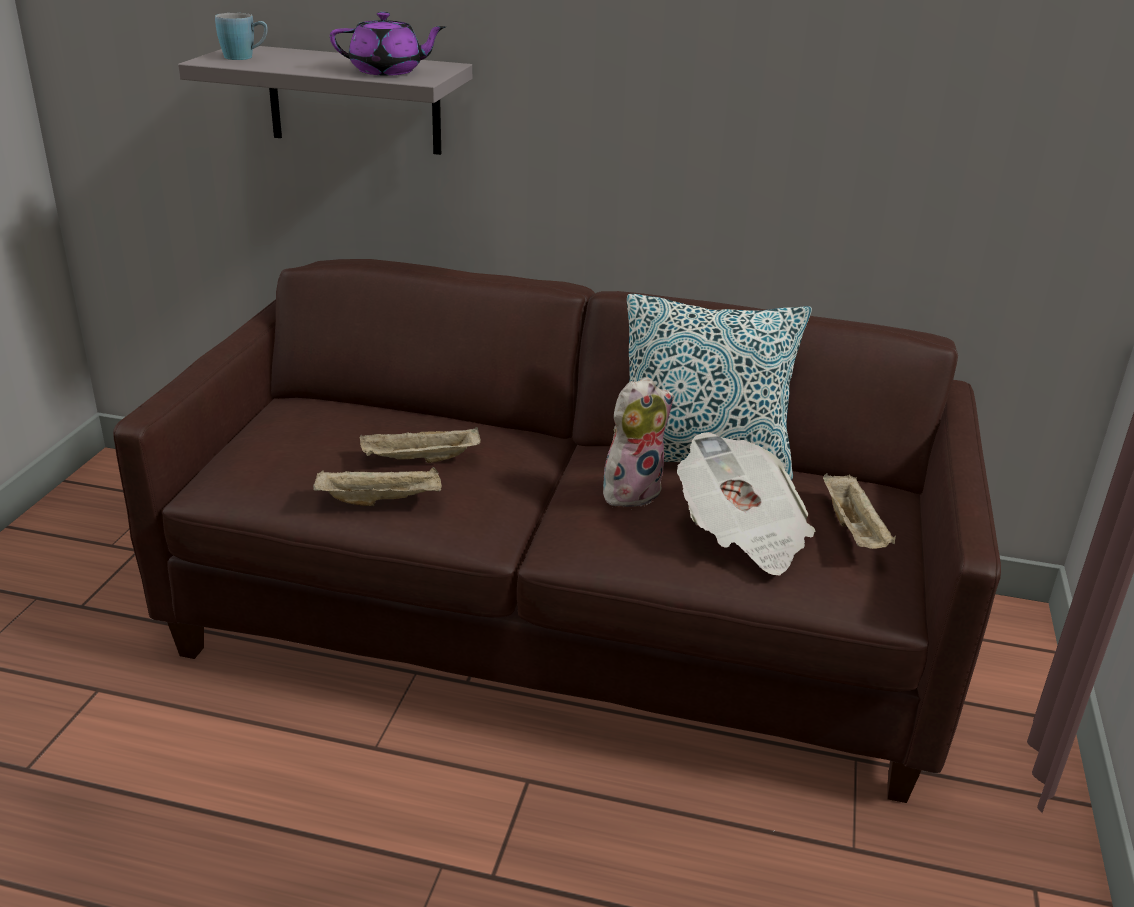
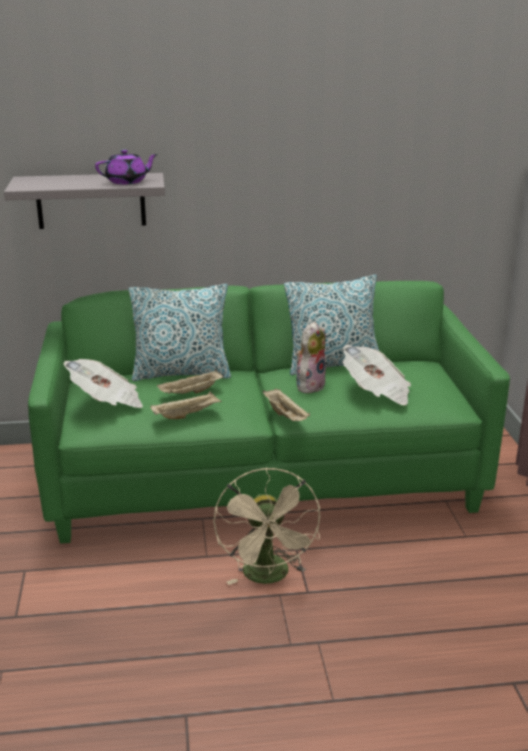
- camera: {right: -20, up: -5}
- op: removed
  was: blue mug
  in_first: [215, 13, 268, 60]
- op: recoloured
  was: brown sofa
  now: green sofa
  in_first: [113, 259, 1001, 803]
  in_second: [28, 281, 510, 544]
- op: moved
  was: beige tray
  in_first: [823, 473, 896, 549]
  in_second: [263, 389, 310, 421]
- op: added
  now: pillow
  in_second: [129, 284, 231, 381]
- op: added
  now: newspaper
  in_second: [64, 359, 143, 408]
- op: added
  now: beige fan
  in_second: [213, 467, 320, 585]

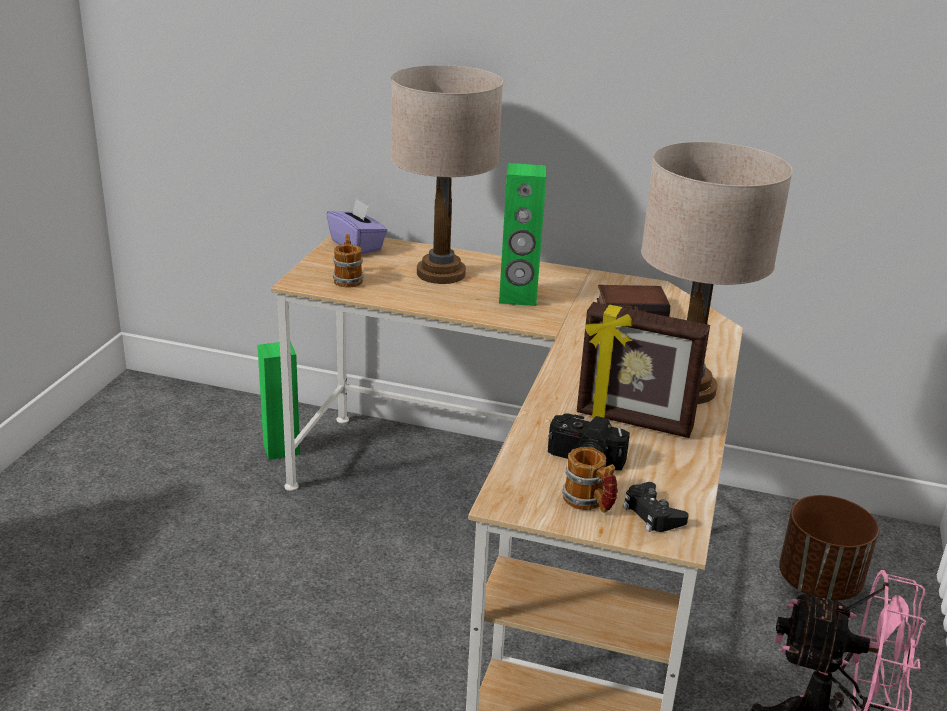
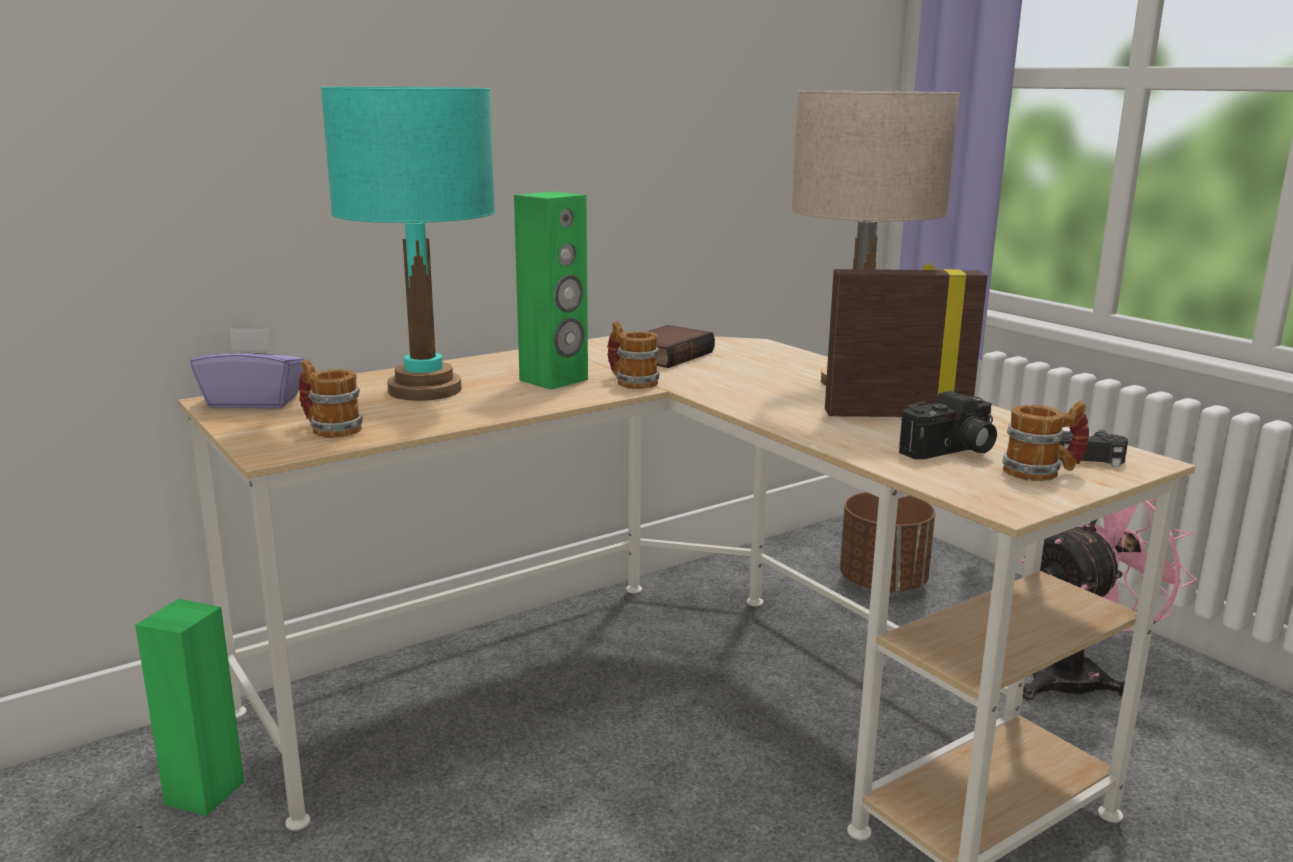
- camera: {right: -50, up: -10}
- op: recoloured
  was: beige table lamp
  now: turquoise table lamp
  in_first: [390, 65, 503, 284]
  in_second: [321, 87, 495, 401]
- op: turned
  was: picture frame
  in_first: [577, 302, 710, 438]
  in_second: [825, 263, 988, 417]
  clockwise: -150
- op: added
  now: mug
  in_second: [607, 321, 660, 389]

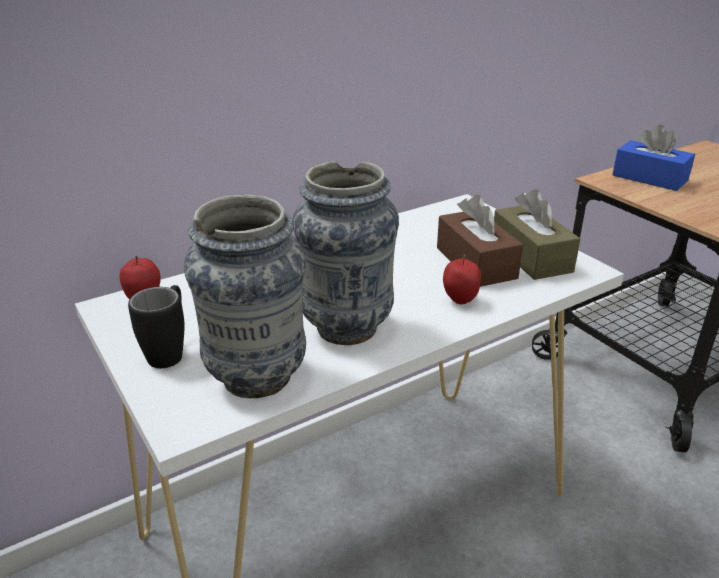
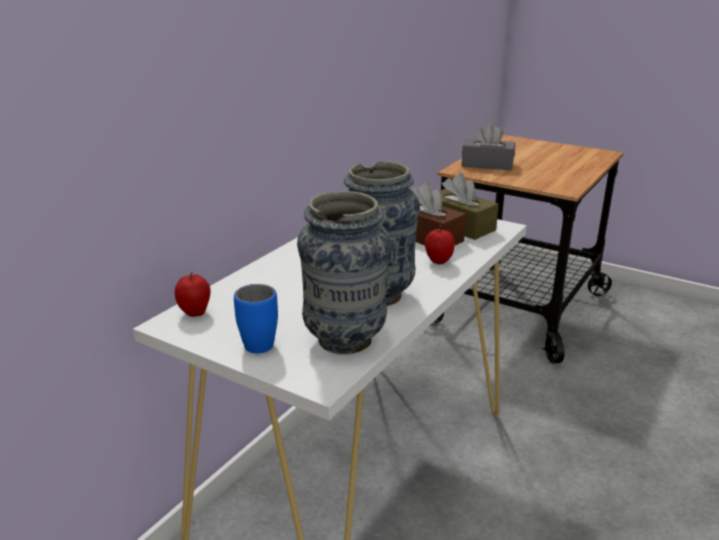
- camera: {right: -25, up: -5}
- op: recoloured
  was: blue tissue box
  now: grey tissue box
  in_first: [612, 124, 695, 191]
  in_second: [461, 123, 515, 170]
- op: recoloured
  was: black mug
  now: blue mug
  in_first: [128, 285, 185, 368]
  in_second: [234, 284, 278, 353]

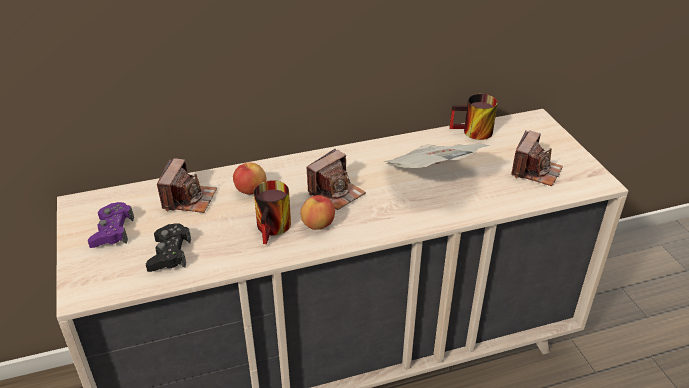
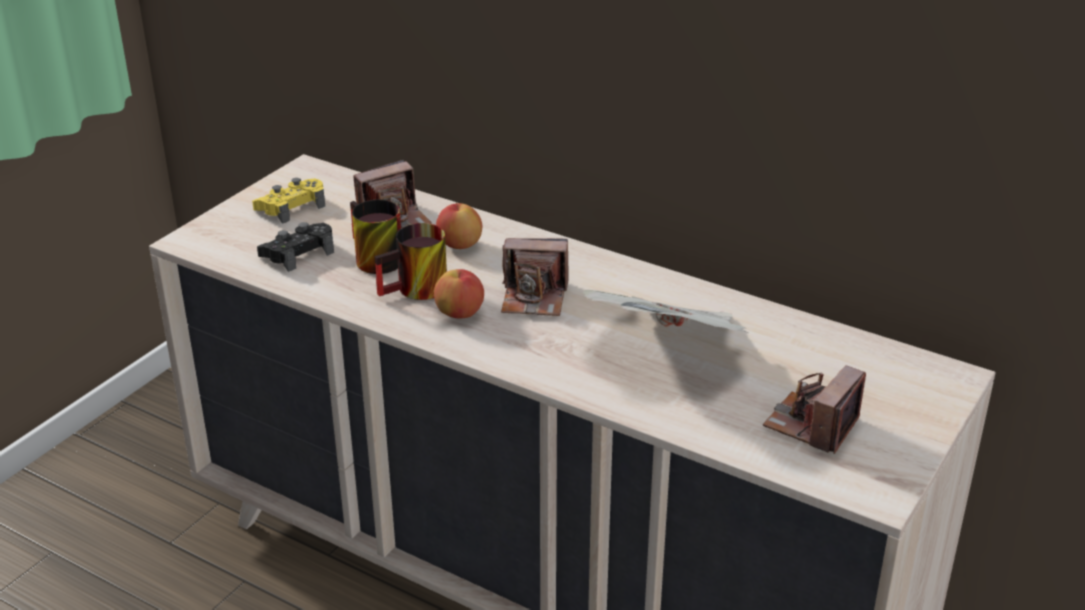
- camera: {right: 50, up: -5}
- op: moved
  was: mug
  in_first: [449, 94, 498, 140]
  in_second: [350, 200, 401, 274]
- op: turned
  was: photo camera
  in_first: [511, 130, 563, 186]
  in_second: [763, 366, 866, 454]
  clockwise: 135
- op: recoloured
  was: purple game controller
  now: yellow game controller
  in_first: [88, 202, 134, 248]
  in_second: [252, 178, 325, 224]

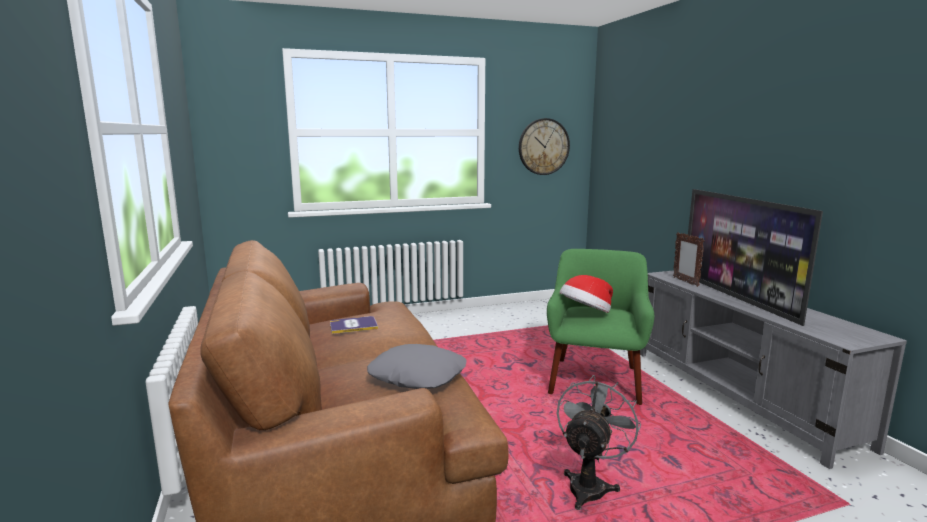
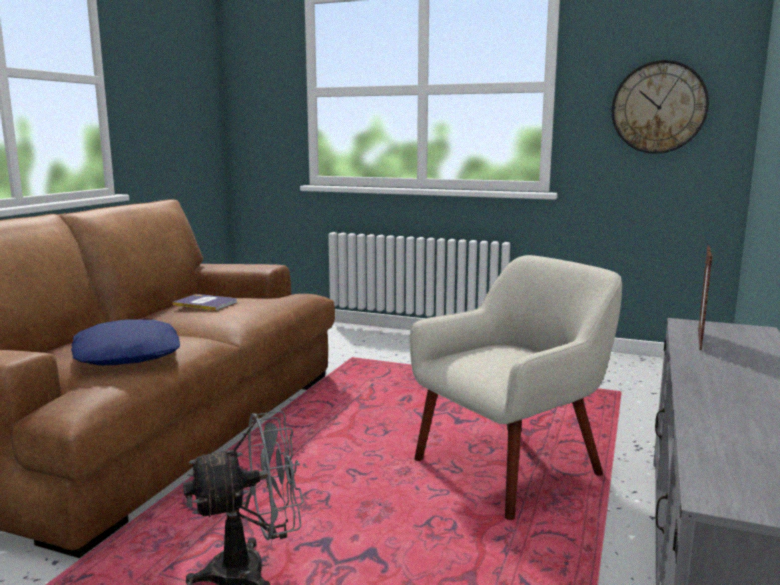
- camera: {right: 40, up: 0}
- op: removed
  was: television
  in_first: [688, 189, 823, 326]
- op: recoloured
  was: green armchair
  now: beige armchair
  in_first: [547, 249, 654, 405]
  in_second: [409, 255, 622, 520]
- op: removed
  was: hat
  in_first: [560, 275, 613, 313]
- op: recoloured
  was: grey pillow
  now: blue pillow
  in_first: [367, 344, 467, 389]
  in_second: [71, 319, 180, 366]

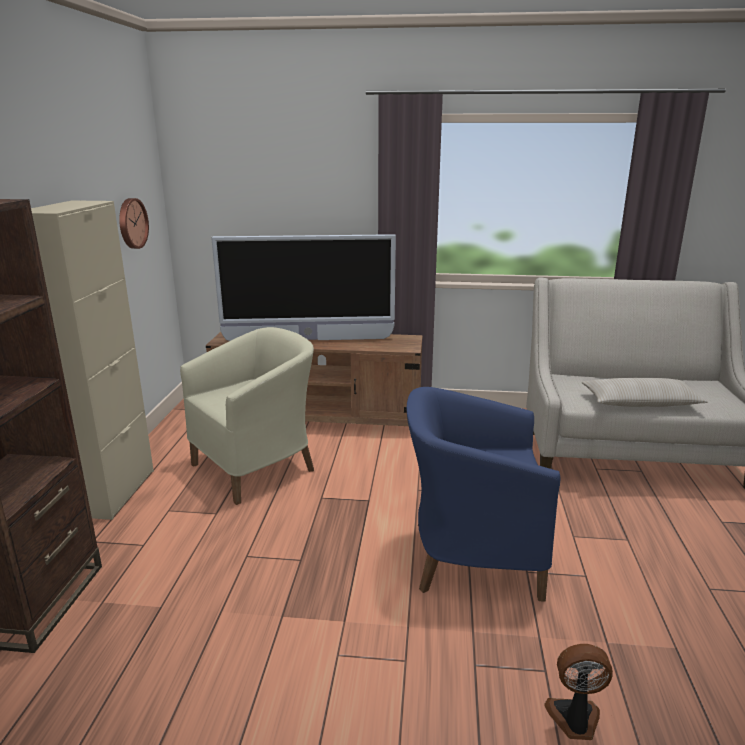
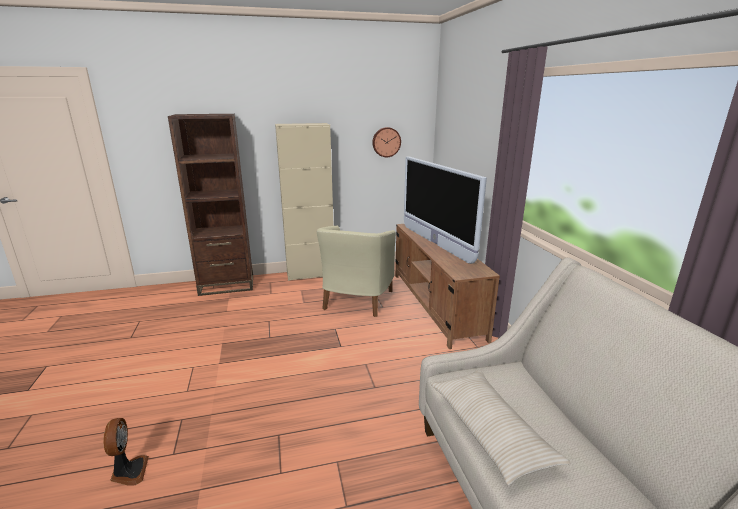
- camera: {right: 70, up: 0}
- op: turned
  was: beige armchair
  in_first: [180, 327, 314, 505]
  in_second: [317, 226, 396, 317]
  clockwise: 75
- op: removed
  was: blue armchair
  in_first: [407, 387, 561, 602]

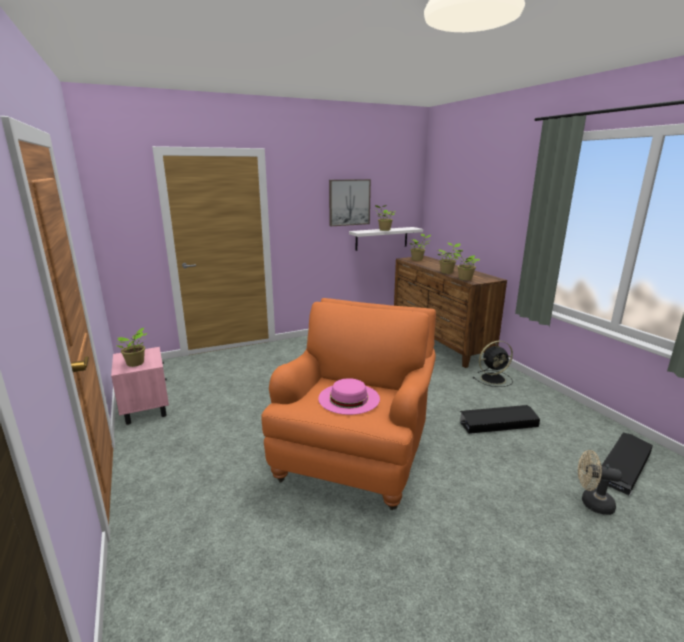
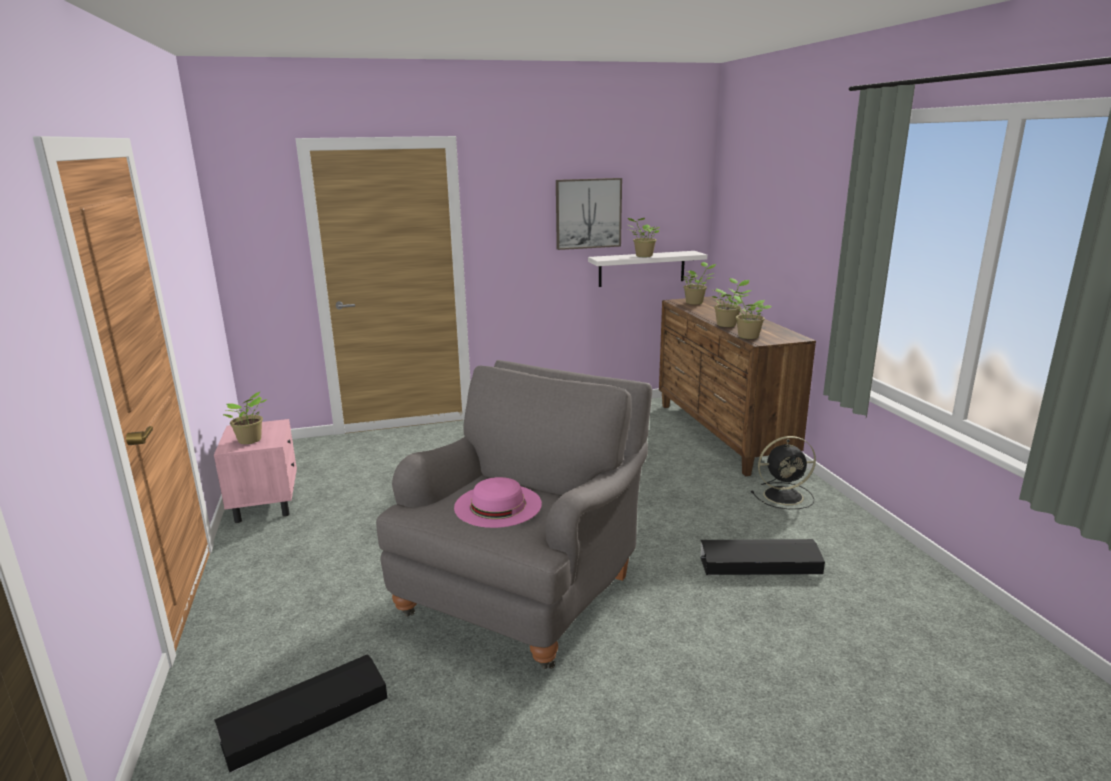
- camera: {right: 10, up: 0}
- op: recoloured
  was: orange armchair
  now: grey armchair
  in_first: [261, 298, 436, 510]
  in_second: [376, 360, 652, 669]
- op: moved
  was: black storage box
  in_first: [602, 433, 653, 496]
  in_second: [214, 654, 387, 773]
- op: removed
  was: beige fan
  in_first: [578, 450, 622, 515]

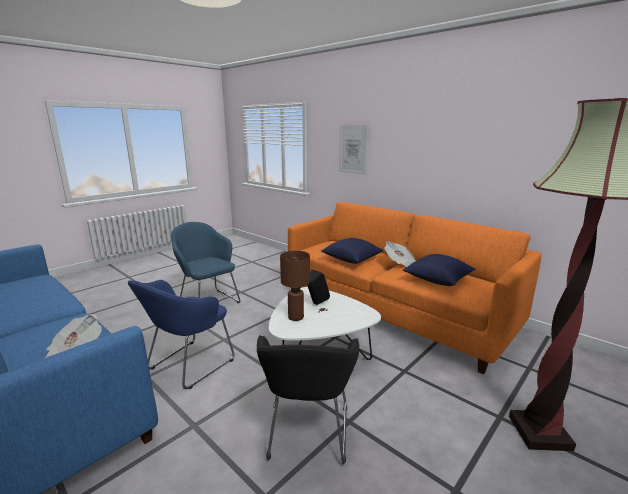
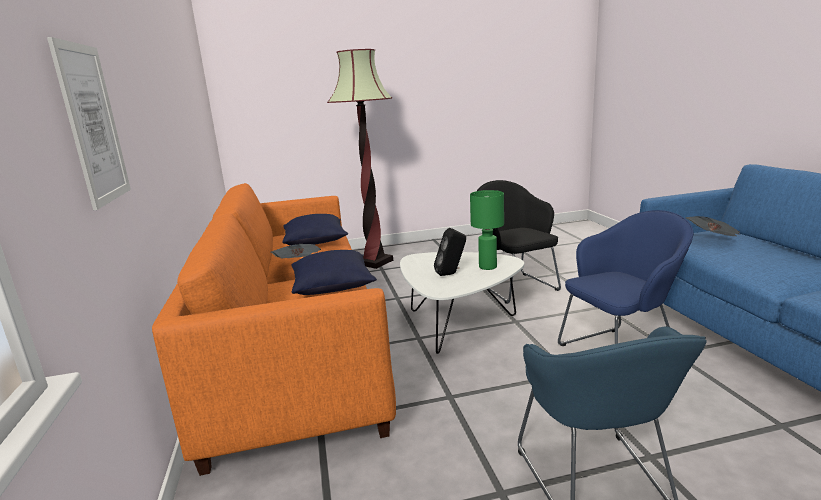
- camera: {right: -145, up: 0}
- op: recoloured
  was: brown table lamp
  now: green table lamp
  in_first: [280, 251, 310, 321]
  in_second: [470, 190, 504, 270]
- op: turned
  was: black armchair
  in_first: [257, 336, 359, 464]
  in_second: [477, 180, 561, 304]
  clockwise: -60

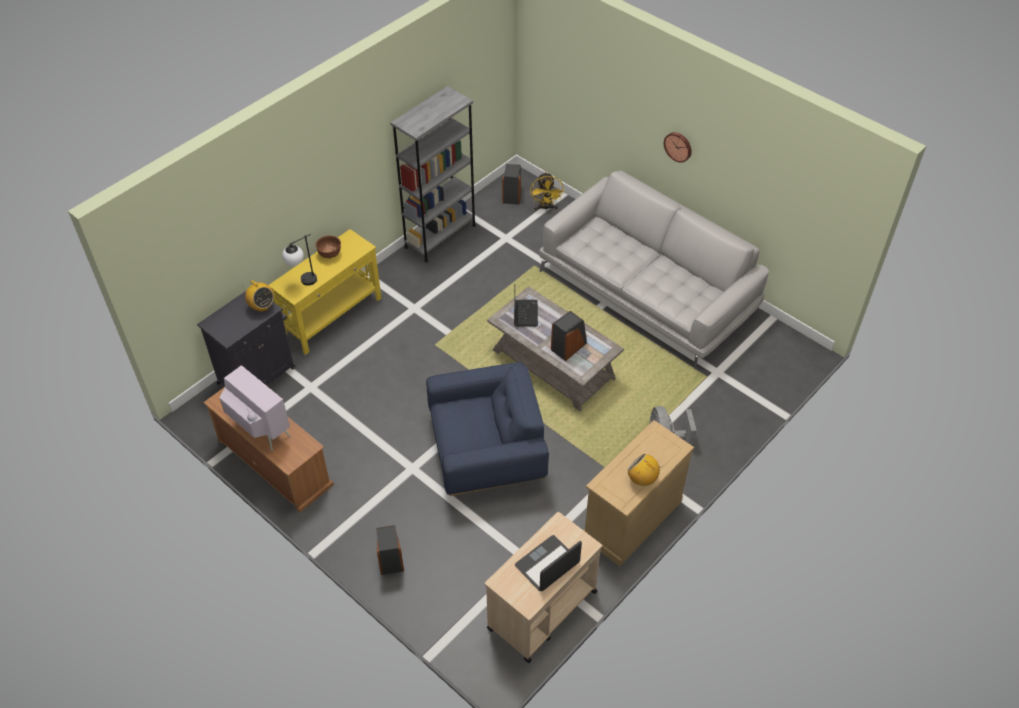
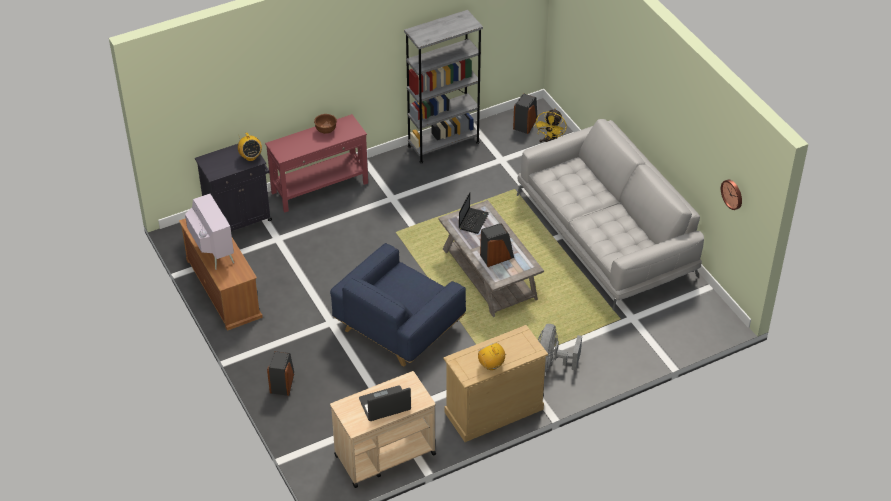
- camera: {right: 20, up: -5}
- op: moved
  was: wall clock
  in_first: [664, 132, 692, 163]
  in_second: [721, 180, 742, 210]
- op: recoloured
  was: yellow console table
  now: red console table
  in_first: [268, 229, 382, 355]
  in_second: [265, 114, 368, 213]
- op: removed
  was: table lamp
  in_first: [282, 234, 317, 286]
- op: turned
  was: blue armchair
  in_first: [426, 362, 549, 496]
  in_second: [330, 243, 466, 367]
  clockwise: 120

